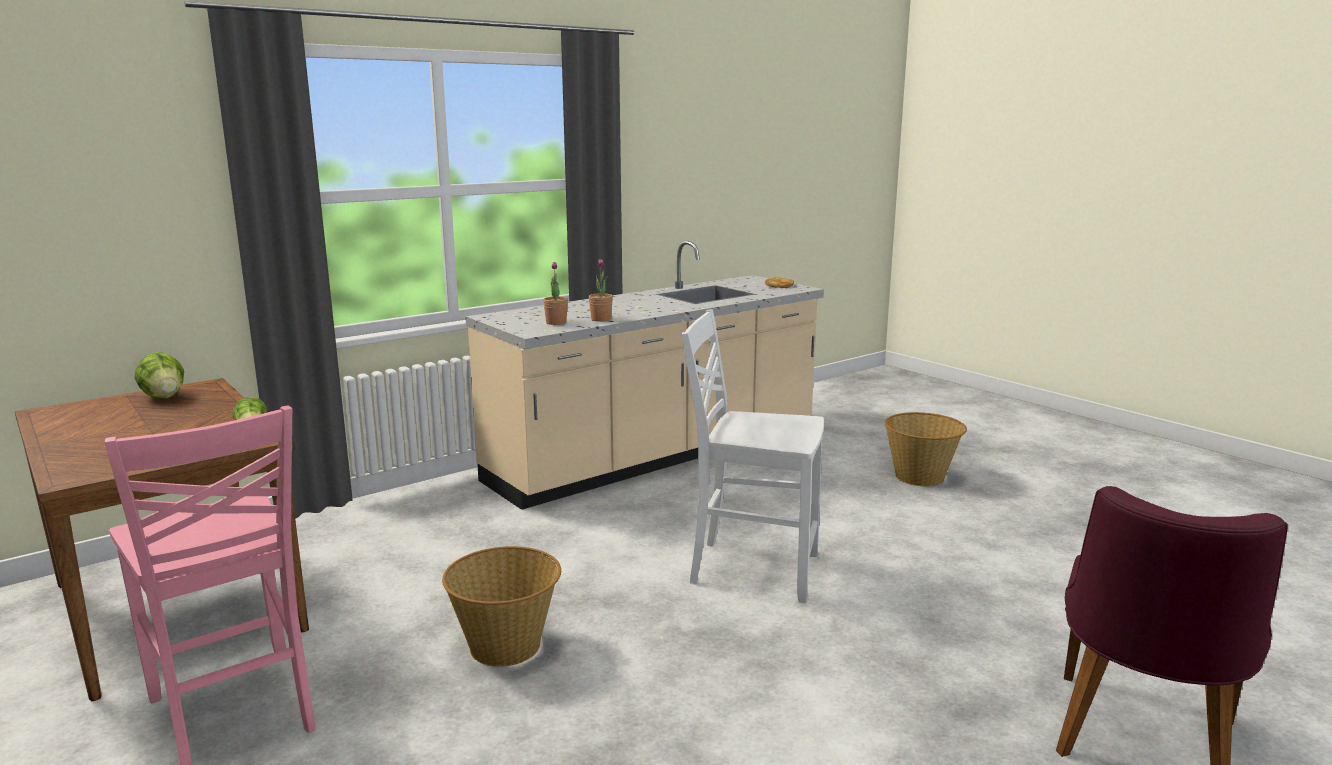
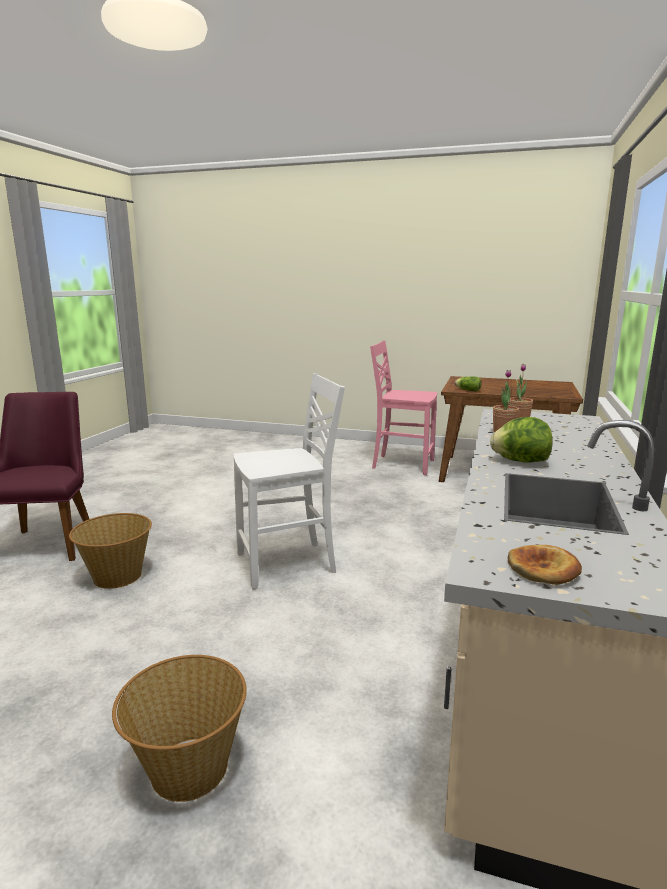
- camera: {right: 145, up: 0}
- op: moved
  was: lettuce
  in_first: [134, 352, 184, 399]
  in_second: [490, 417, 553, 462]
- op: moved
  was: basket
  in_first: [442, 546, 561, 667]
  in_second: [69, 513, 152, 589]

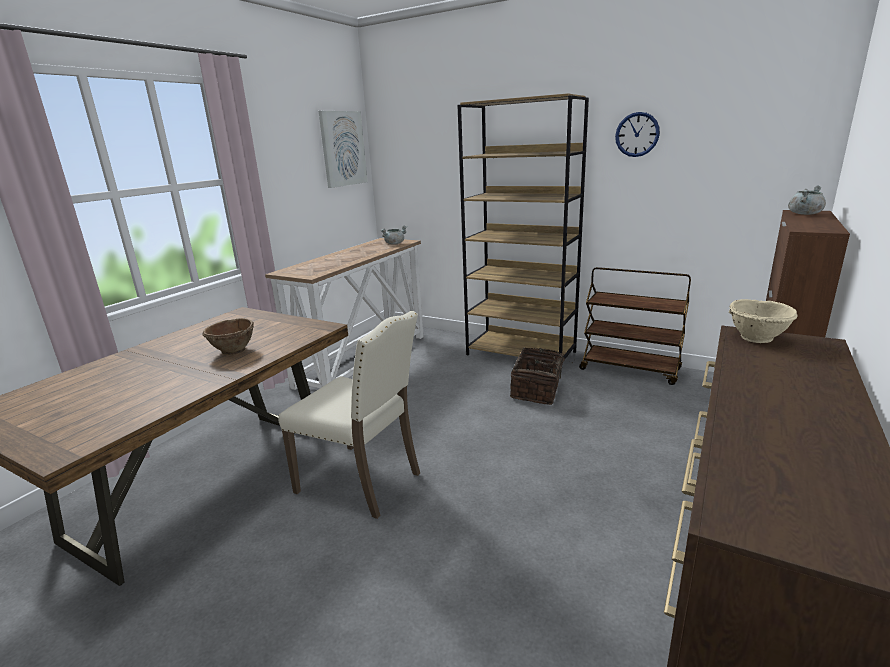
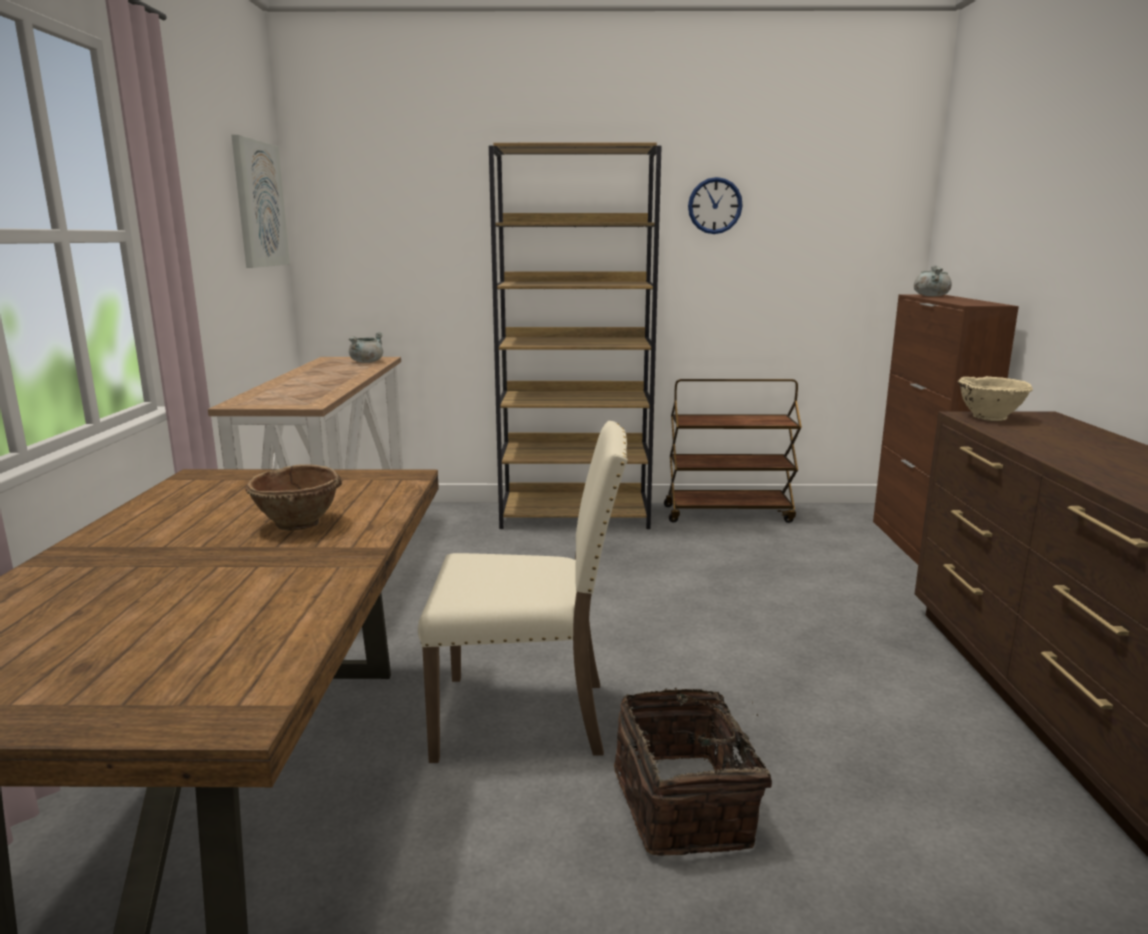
- camera: {right: -30, up: -5}
- op: moved
  was: basket
  in_first: [510, 348, 573, 405]
  in_second: [614, 687, 772, 856]

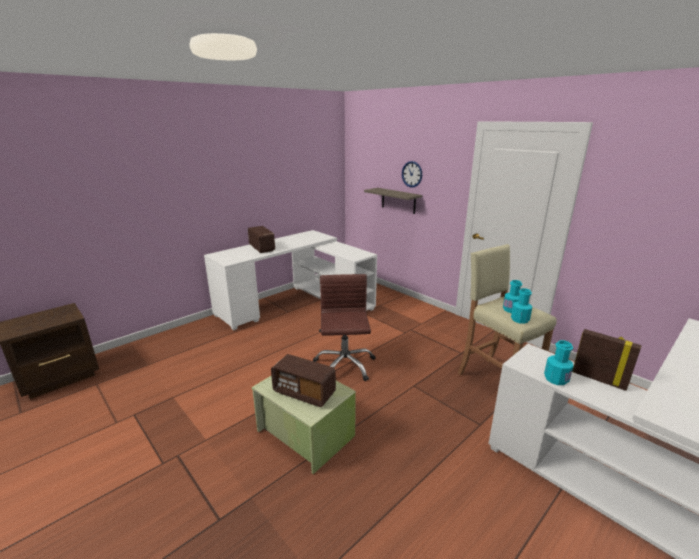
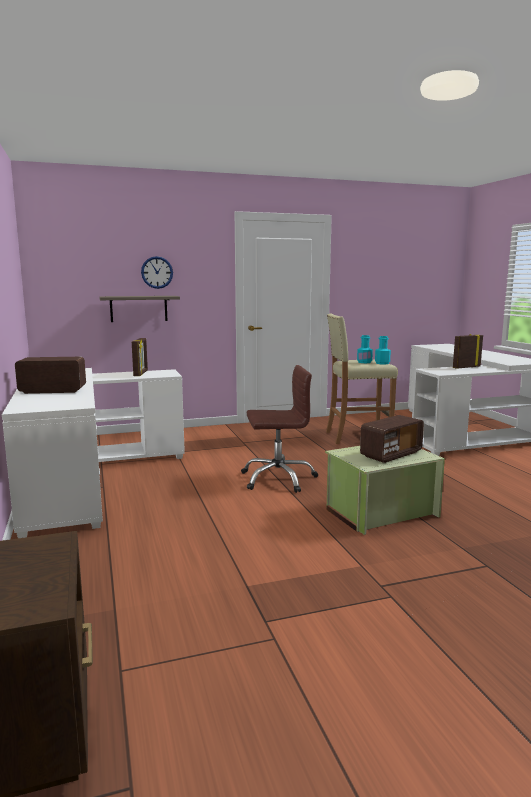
- camera: {right: -65, up: -10}
- op: turned
  was: brown office chair
  in_first: [313, 274, 376, 381]
  in_second: [241, 365, 318, 493]
  clockwise: 150
- op: removed
  was: turquoise bottle
  in_first: [544, 340, 574, 385]
- op: added
  now: picture frame
  in_second: [132, 338, 148, 376]

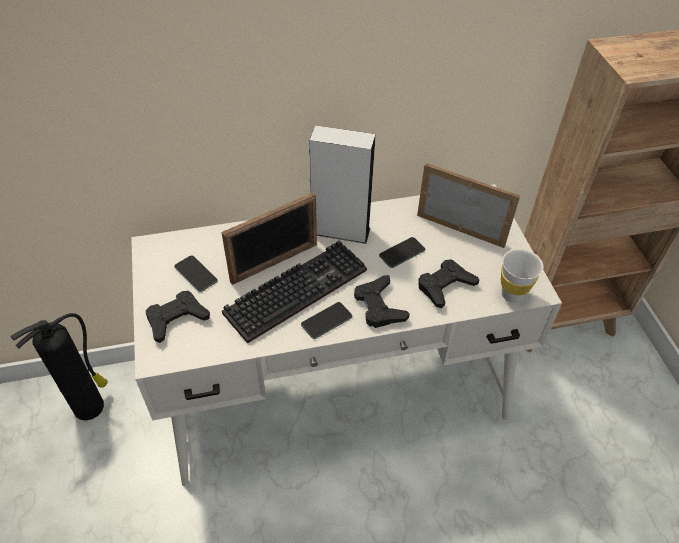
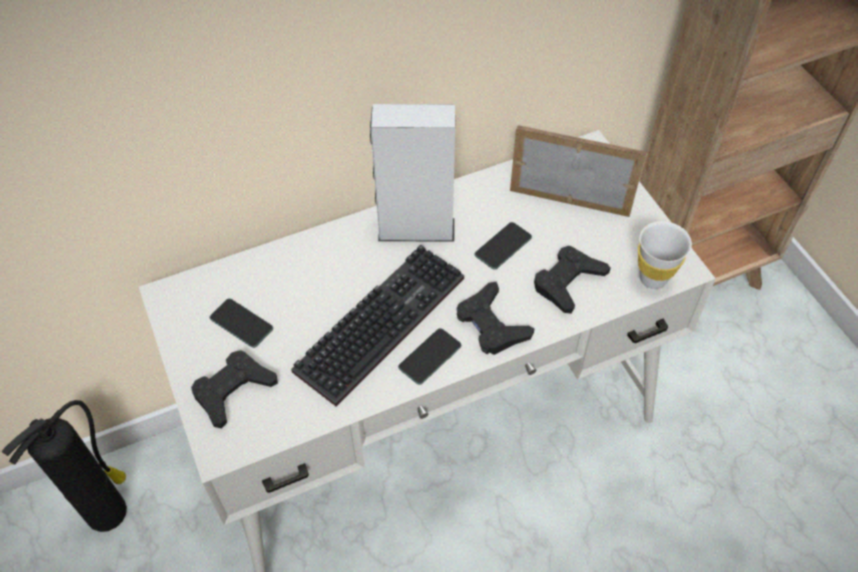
- camera: {right: -10, up: 5}
- op: removed
  was: picture frame
  in_first: [221, 192, 317, 285]

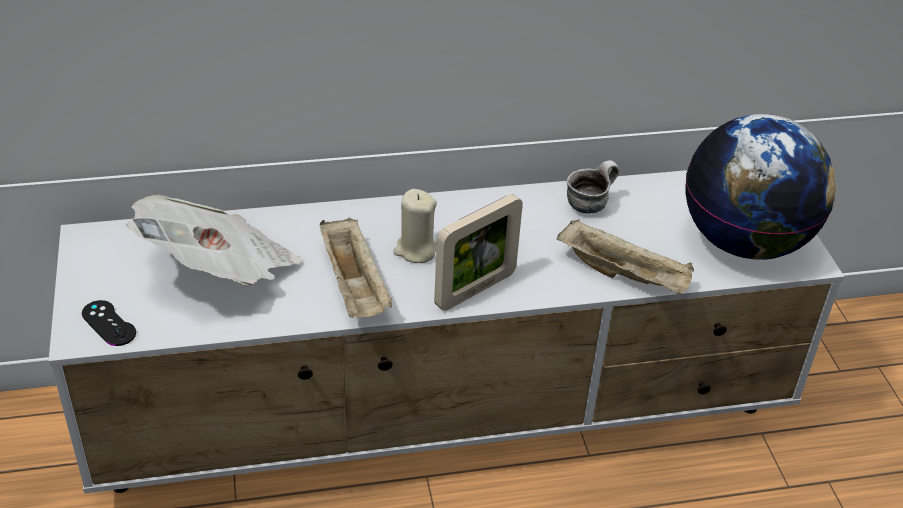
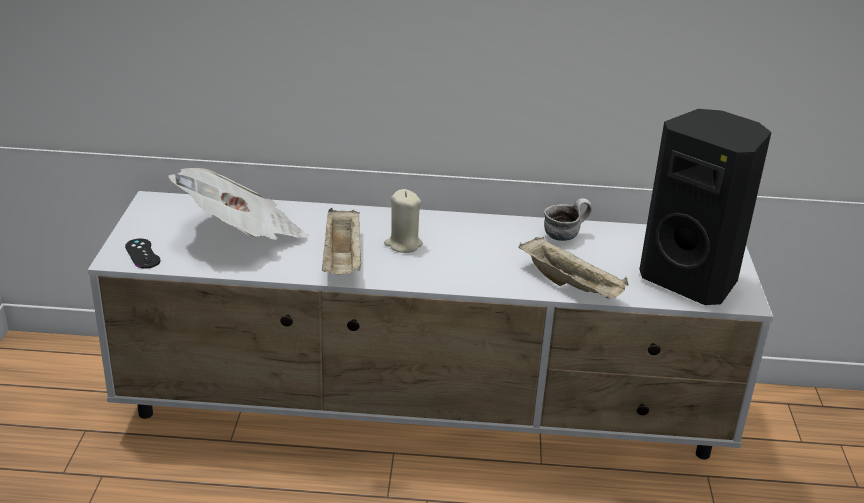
- camera: {right: 15, up: -10}
- op: replaced
  was: globe
  now: black speaker
  in_first: [685, 114, 836, 260]
  in_second: [639, 109, 772, 305]
- op: removed
  was: picture frame
  in_first: [434, 194, 523, 311]

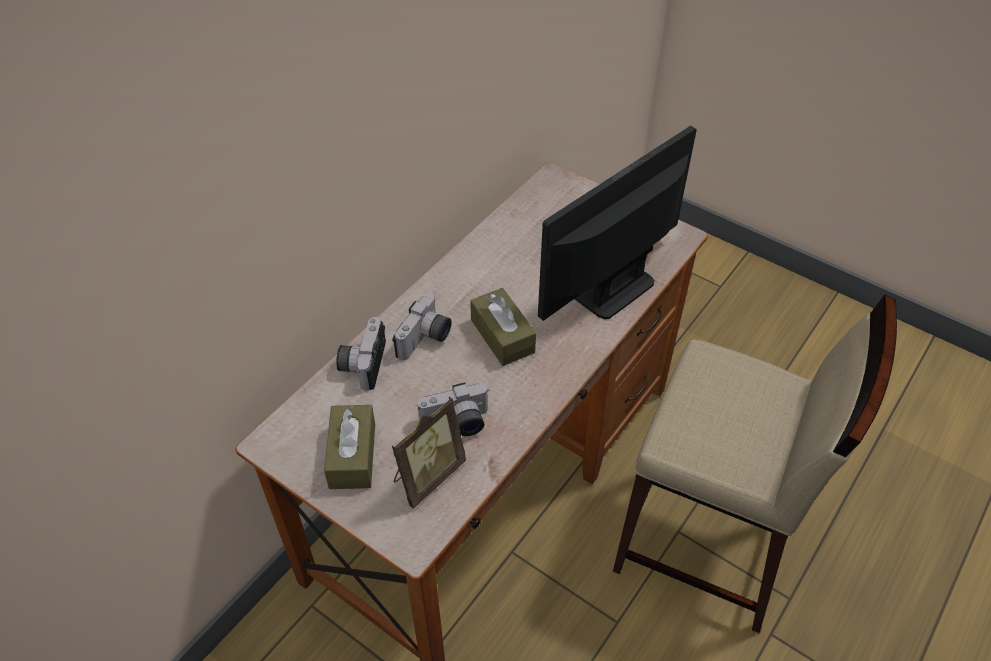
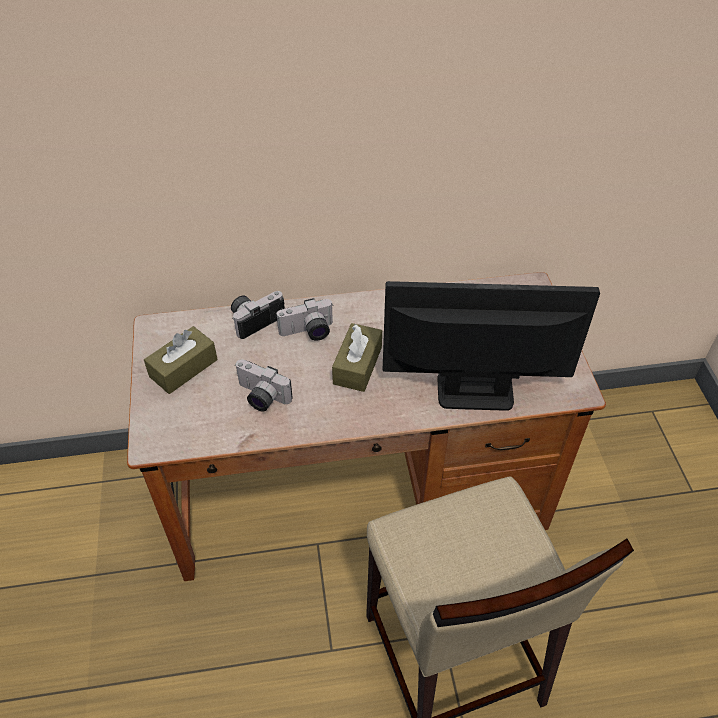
- camera: {right: 45, up: 0}
- op: removed
  was: picture frame
  in_first: [392, 397, 466, 509]

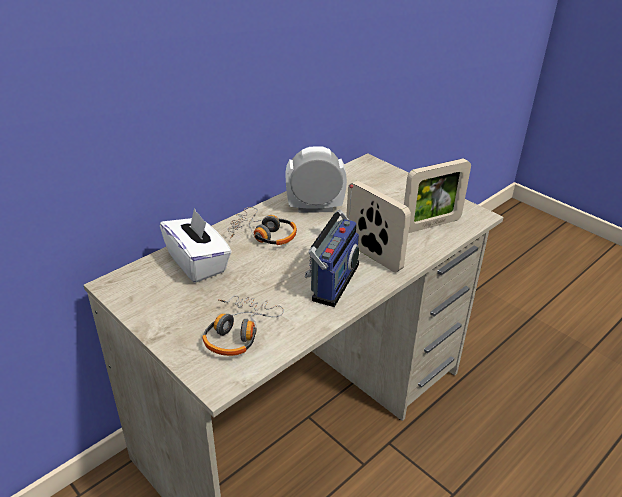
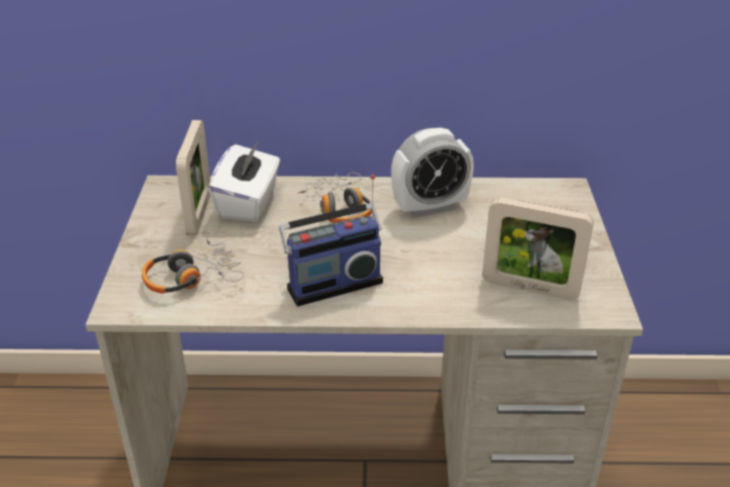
- camera: {right: 45, up: 0}
- op: turned
  was: alarm clock
  in_first: [285, 146, 347, 213]
  in_second: [391, 128, 474, 217]
  clockwise: 120
- op: moved
  was: picture frame
  in_first: [346, 181, 411, 272]
  in_second: [176, 120, 211, 236]

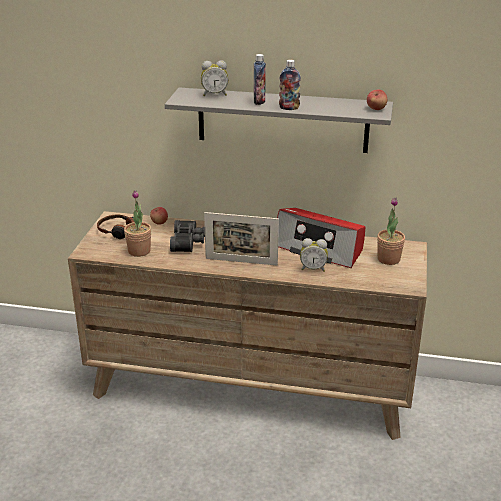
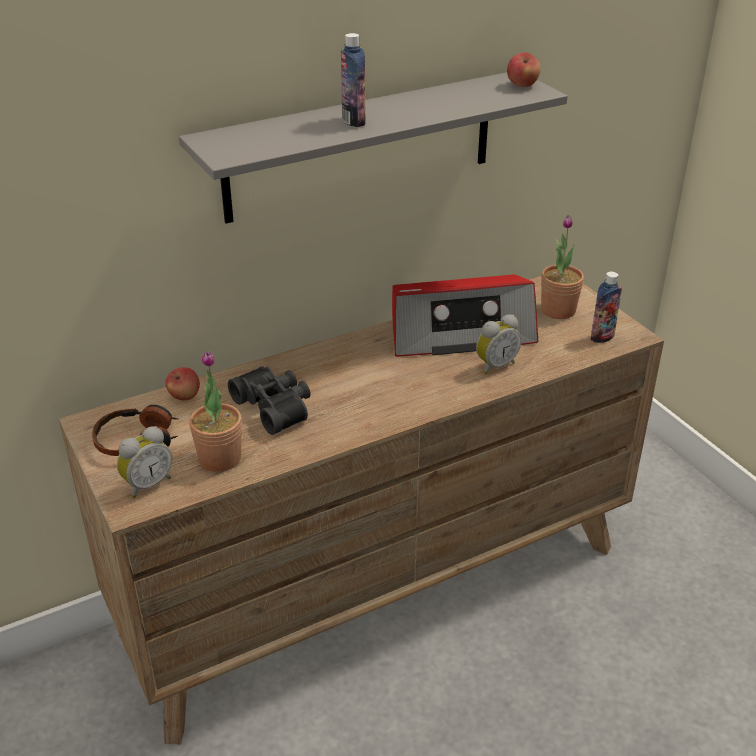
- camera: {right: -40, up: 5}
- op: moved
  was: bottle
  in_first: [279, 60, 301, 110]
  in_second: [591, 272, 622, 343]
- op: moved
  was: alarm clock
  in_first: [201, 61, 228, 96]
  in_second: [117, 426, 172, 498]
- op: removed
  was: picture frame
  in_first: [204, 212, 279, 266]

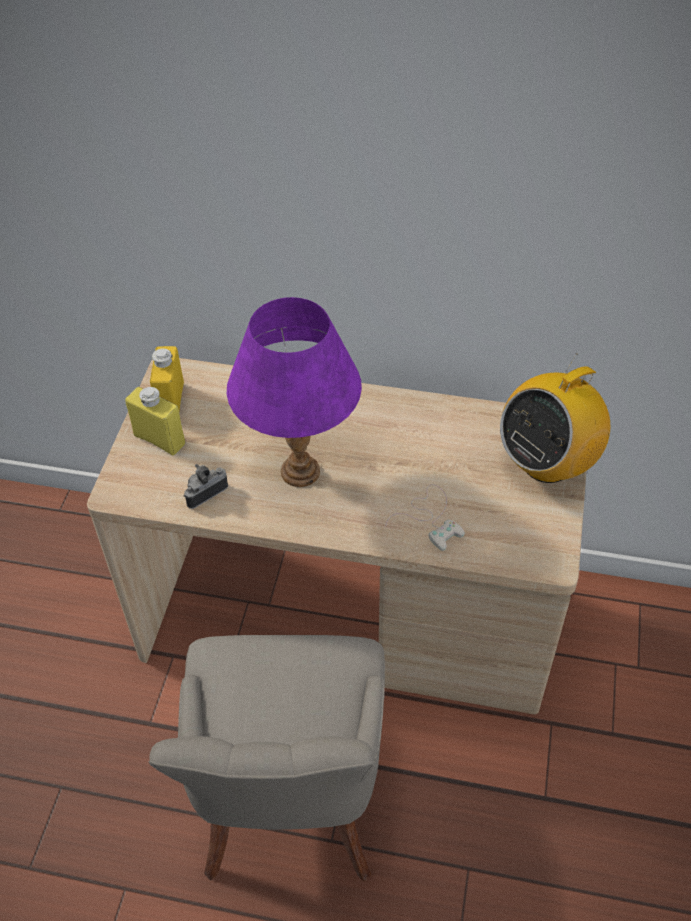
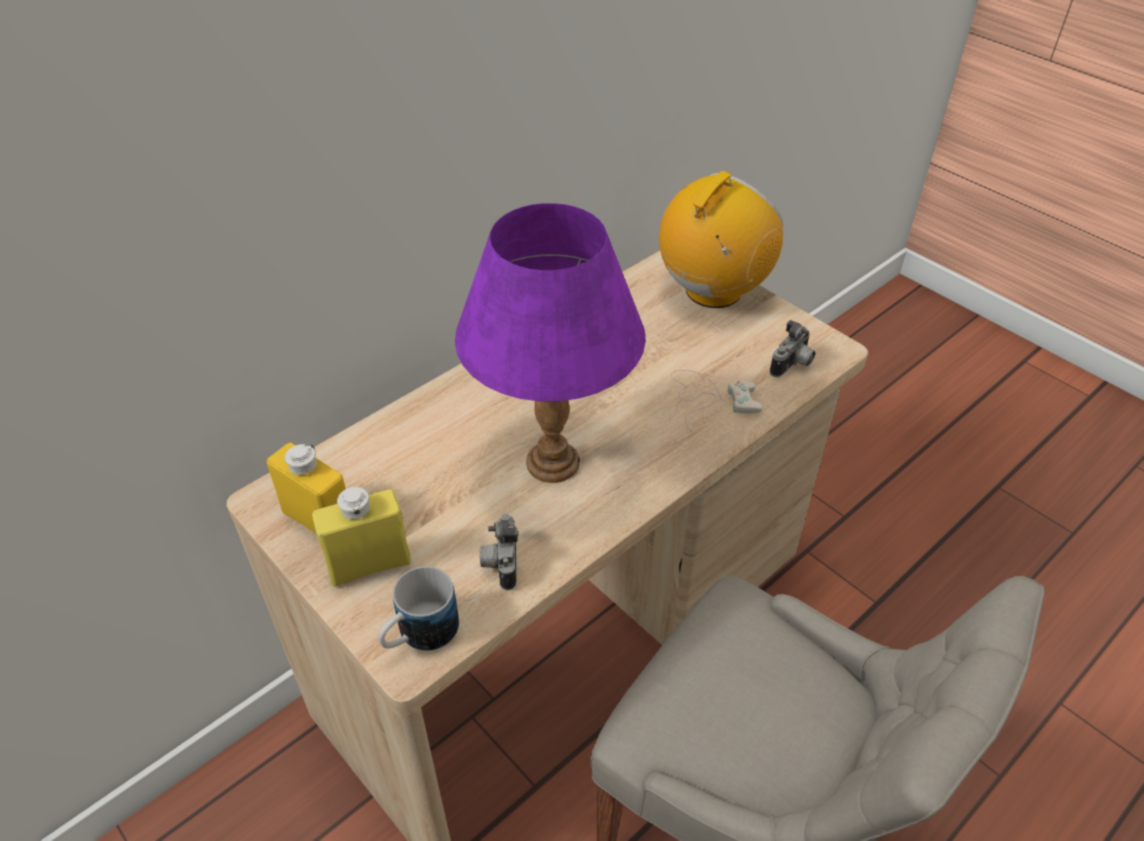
- camera: {right: -55, up: -5}
- op: turned
  was: radio
  in_first: [500, 353, 610, 483]
  in_second: [659, 171, 783, 308]
  clockwise: -135
- op: added
  now: photo camera
  in_second: [770, 320, 816, 377]
- op: added
  now: mug
  in_second: [378, 566, 459, 651]

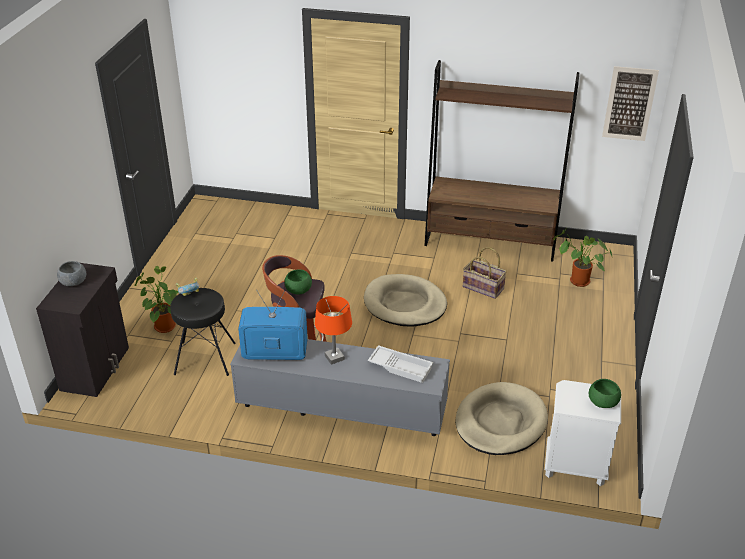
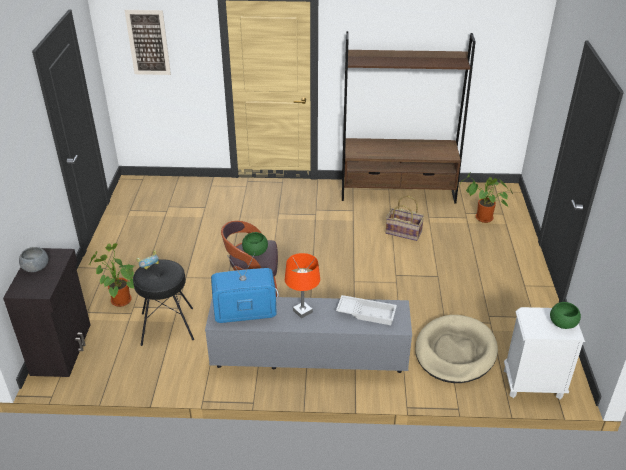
- camera: {right: -10, up: 0}
- op: moved
  was: picture
  in_first: [602, 66, 659, 141]
  in_second: [125, 10, 171, 75]
- op: removed
  was: beige dog bed
  in_first: [364, 274, 447, 327]

